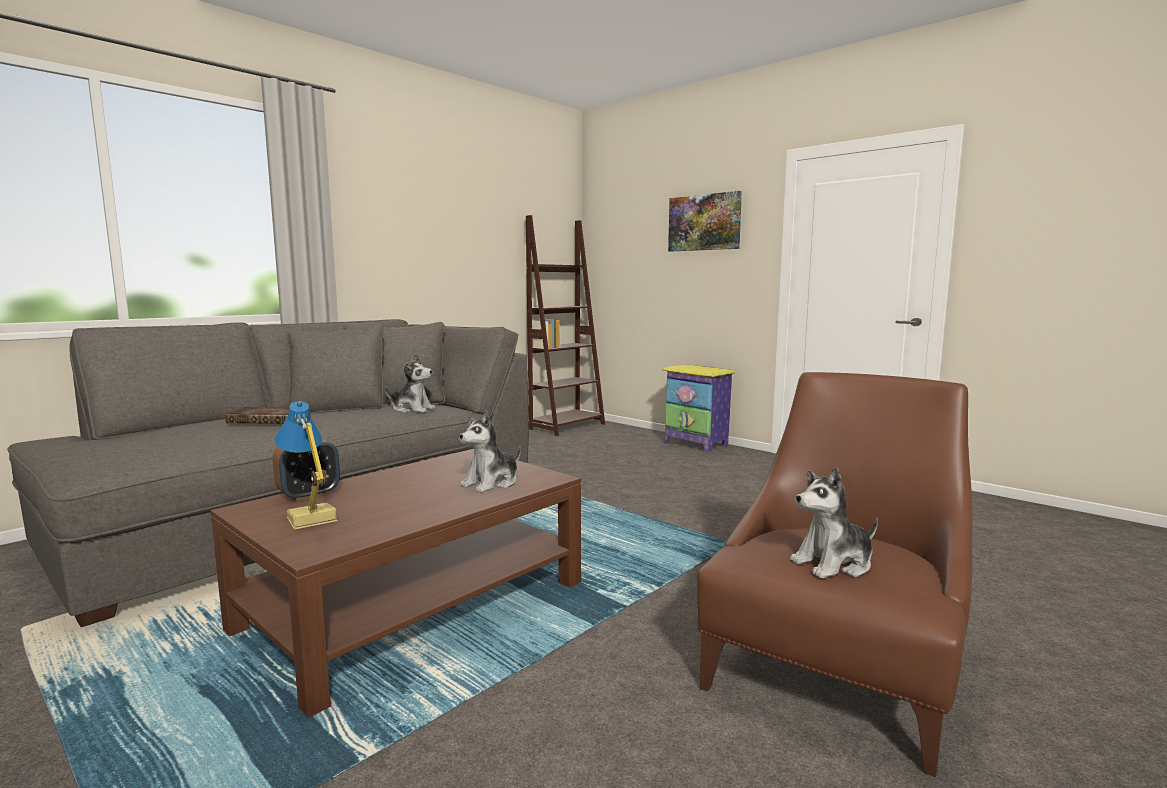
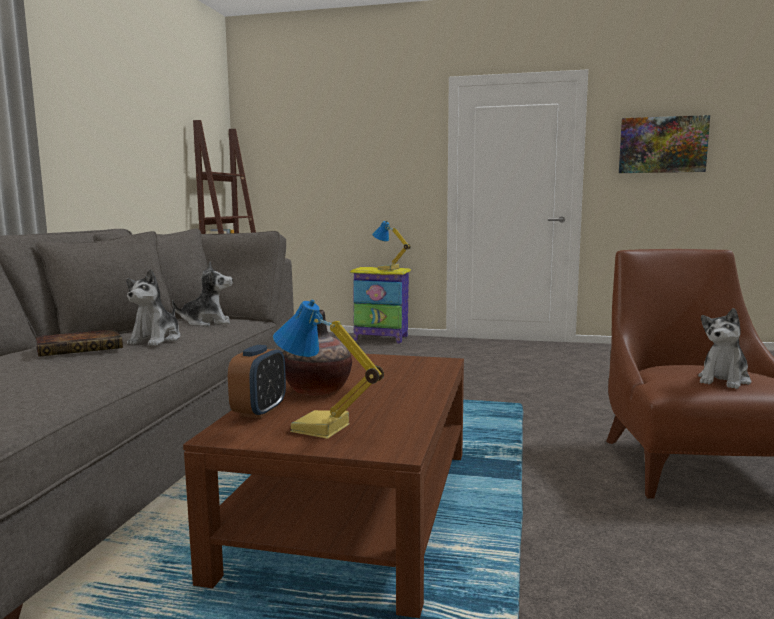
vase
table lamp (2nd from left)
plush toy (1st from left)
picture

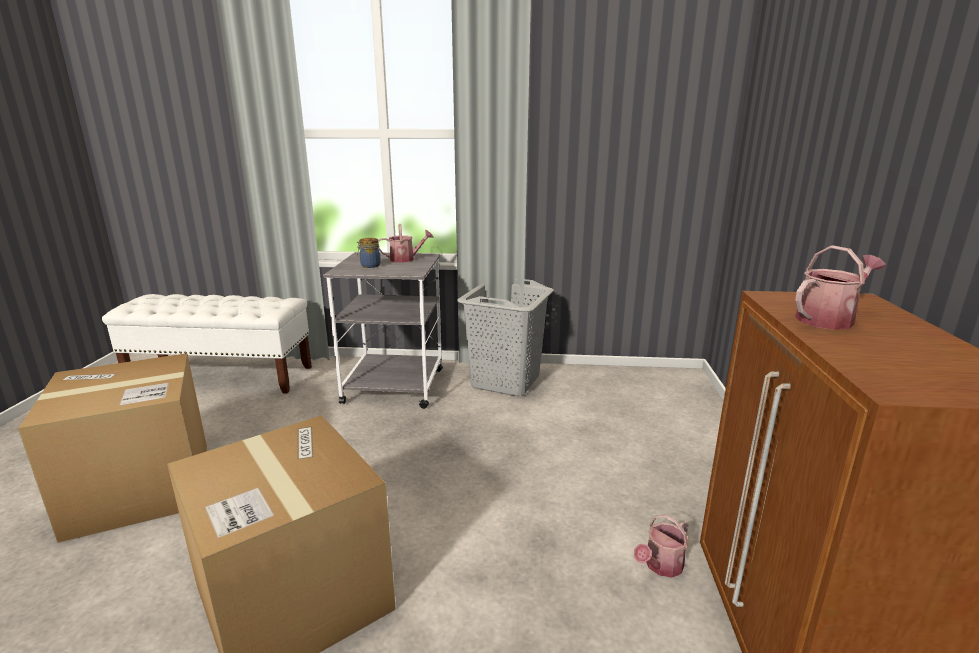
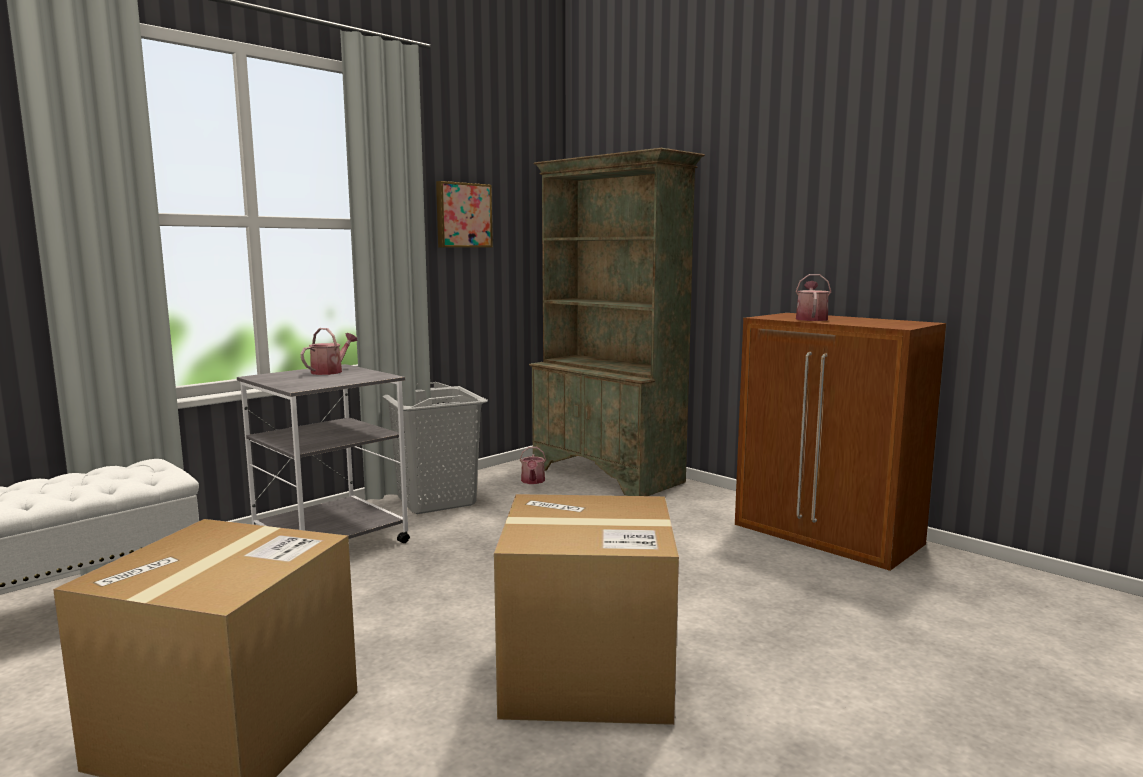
jar
picture
green bookcase
watering can (2nd from left)

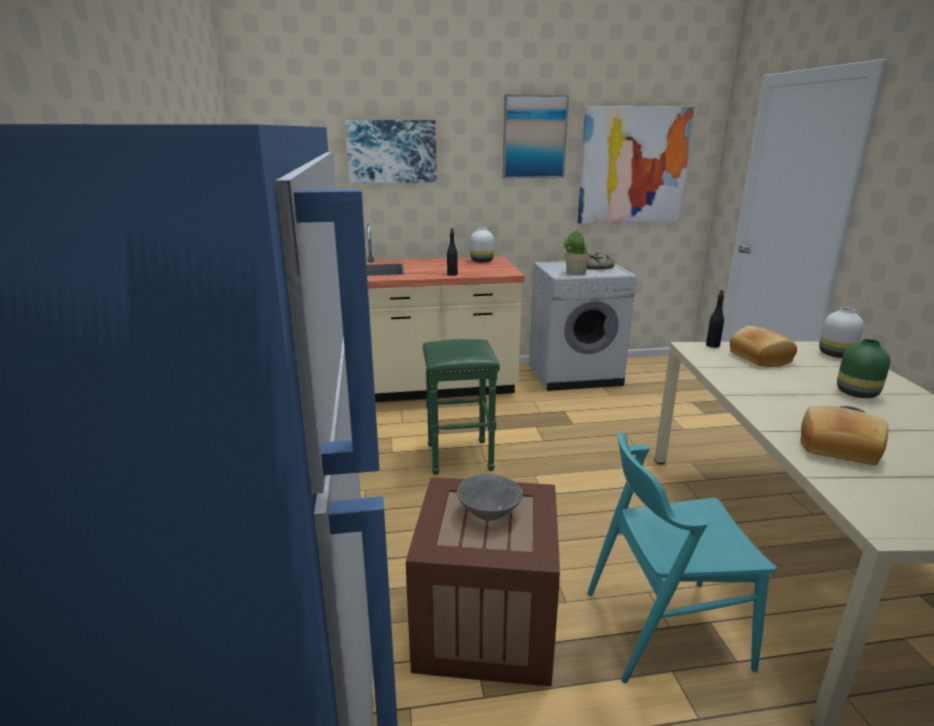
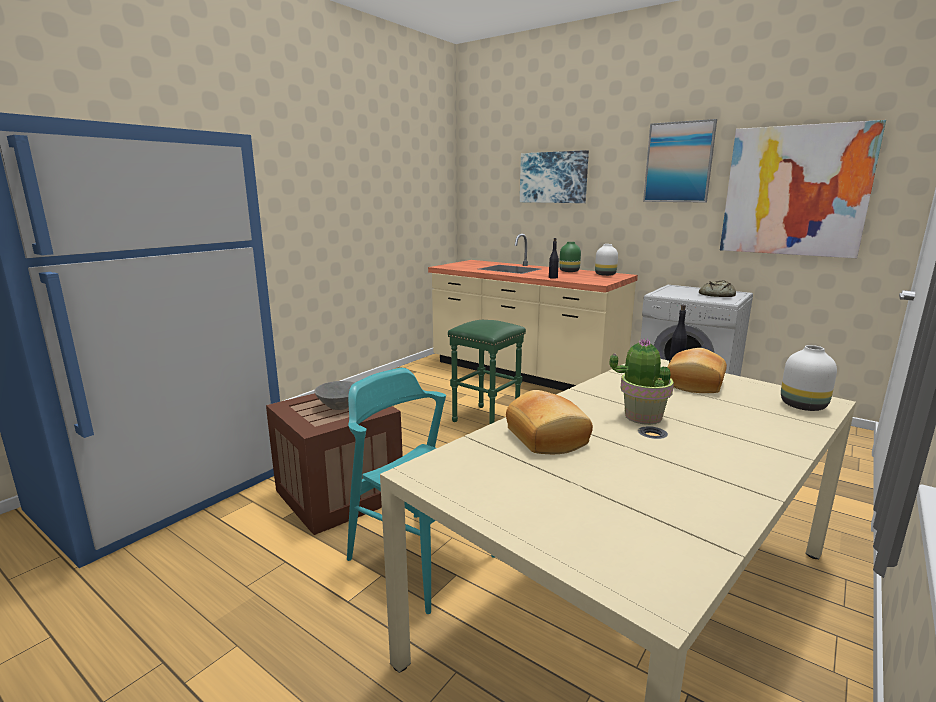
potted plant
green vase

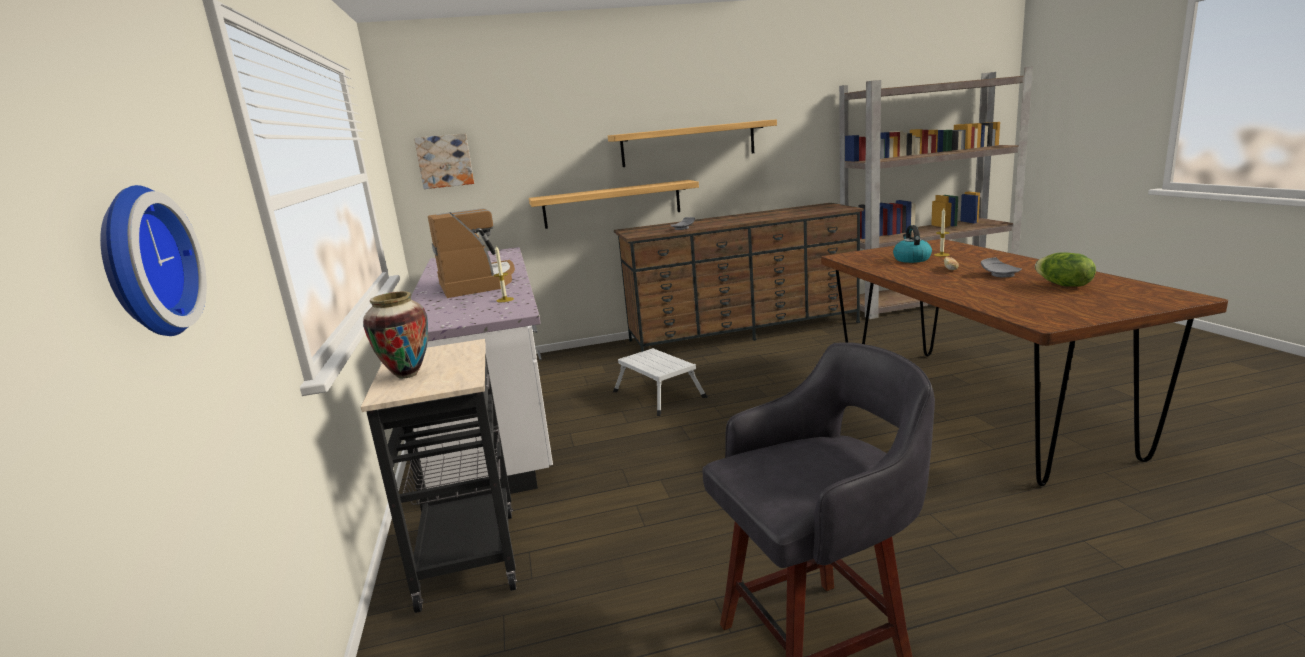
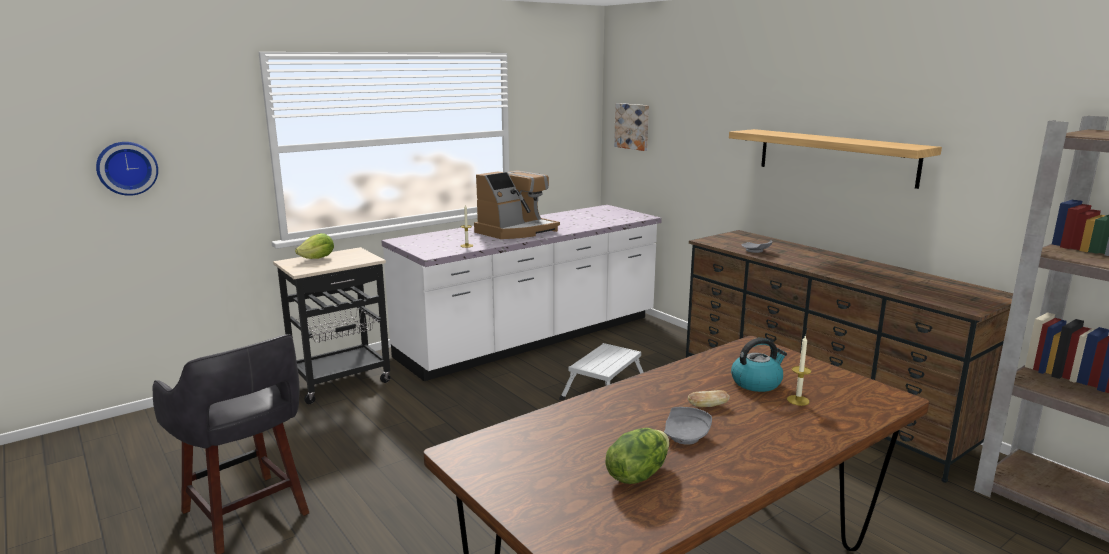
shelf (1st from left in the first image)
lettuce (1st from left)

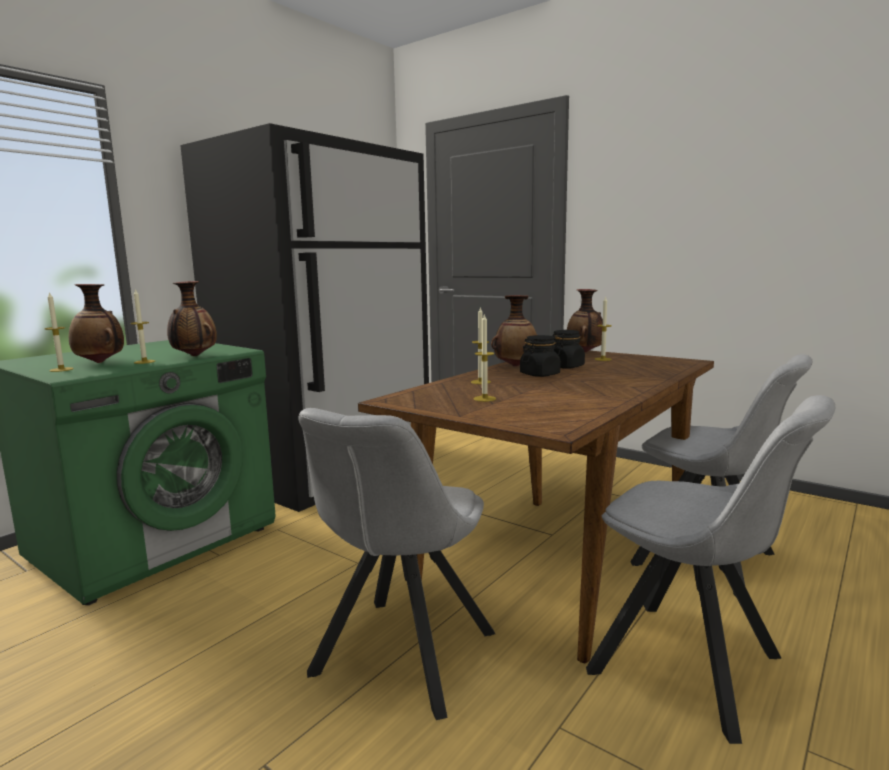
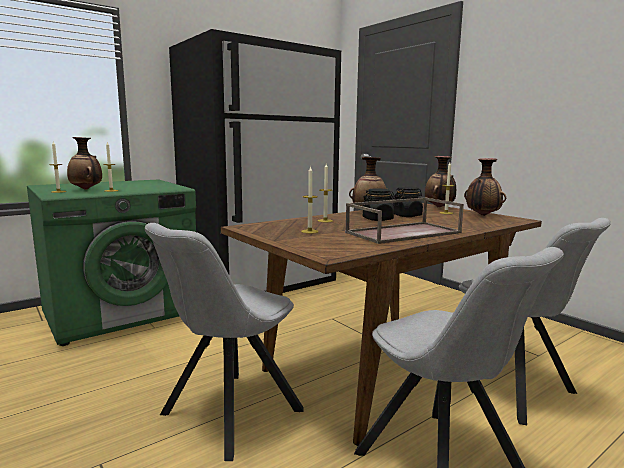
brown tray
vase (4th from left)

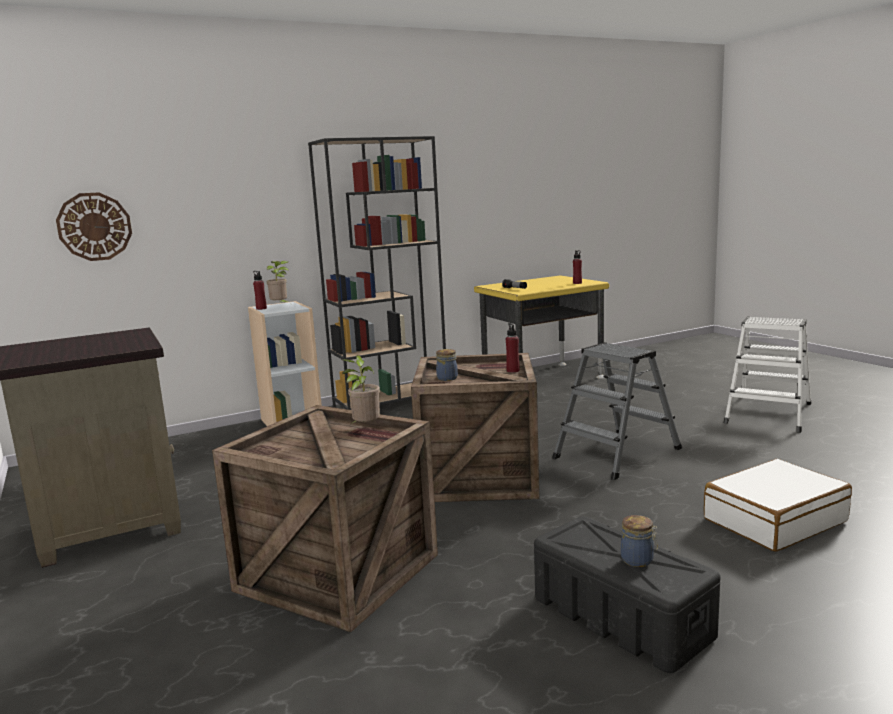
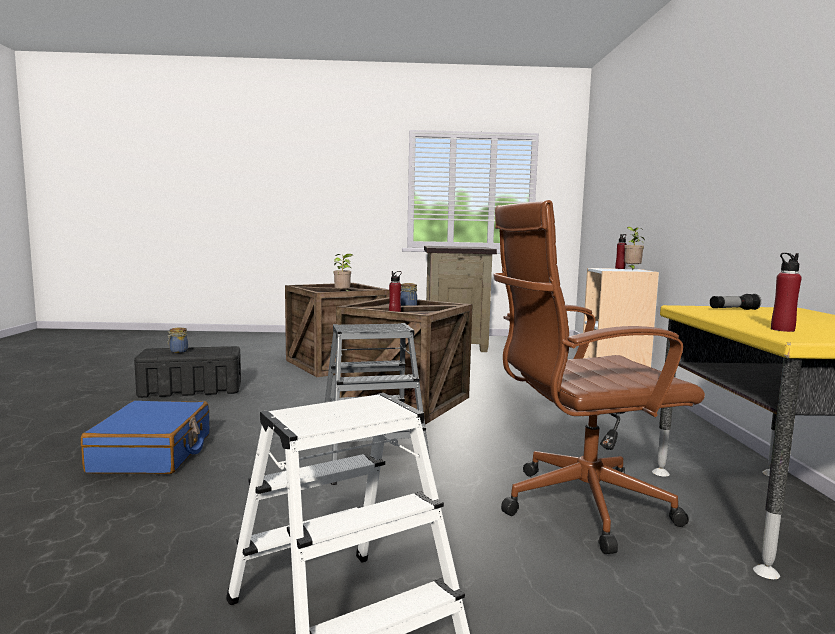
wall clock
bookcase (2nd from left in the first image)
brown office chair
blue suitcase

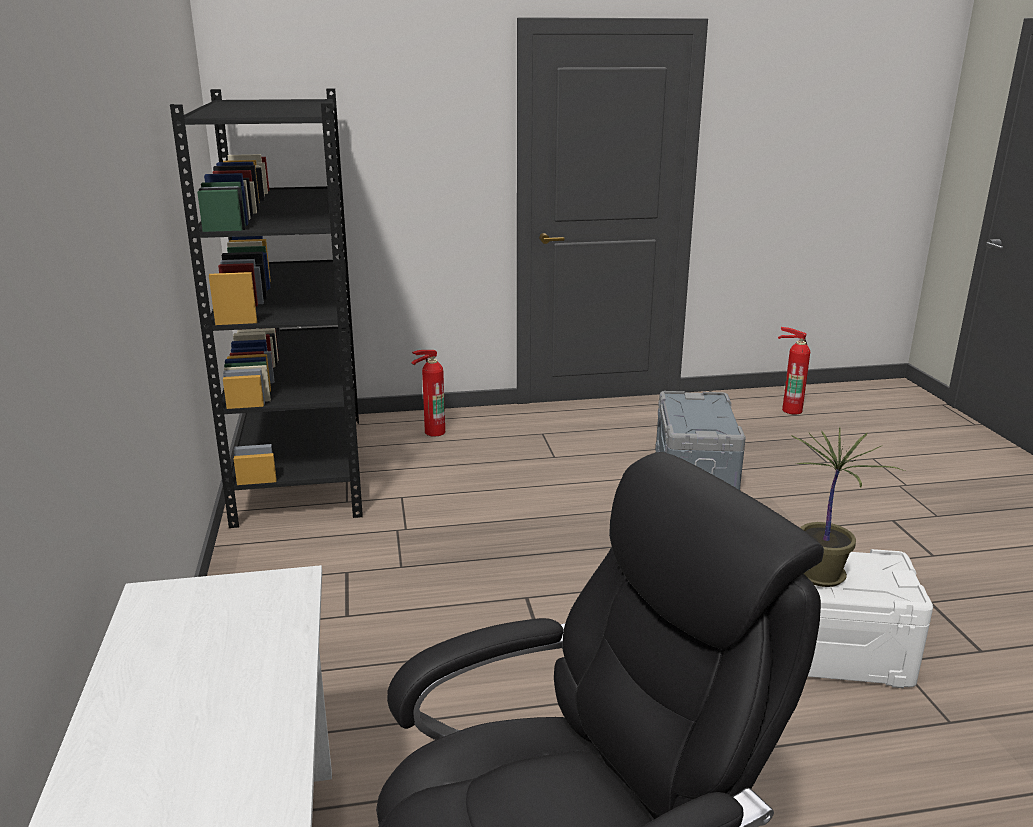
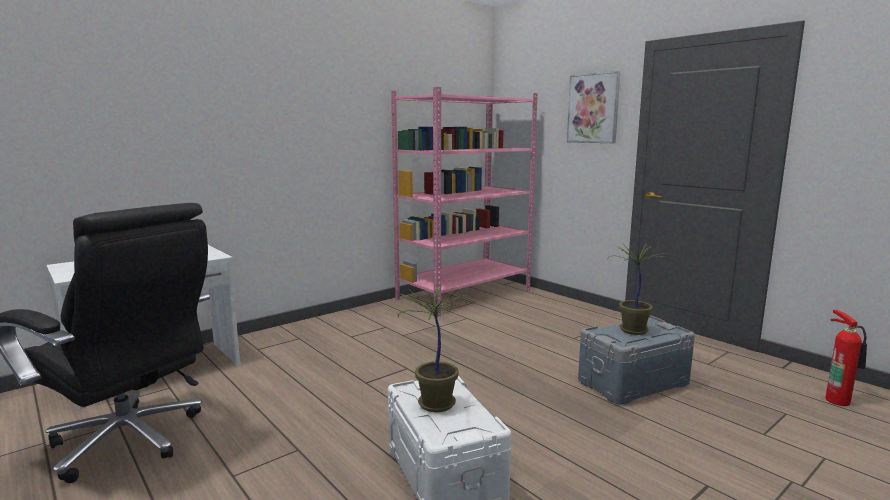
fire extinguisher (1st from left in the first image)
picture
potted plant (2nd from left)
pink bookcase

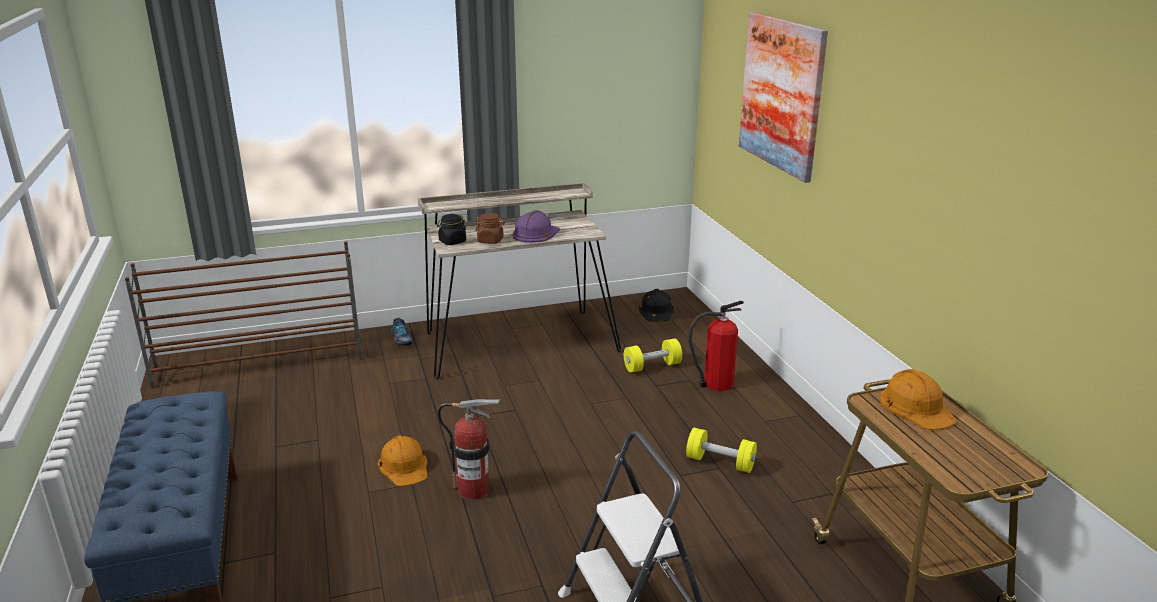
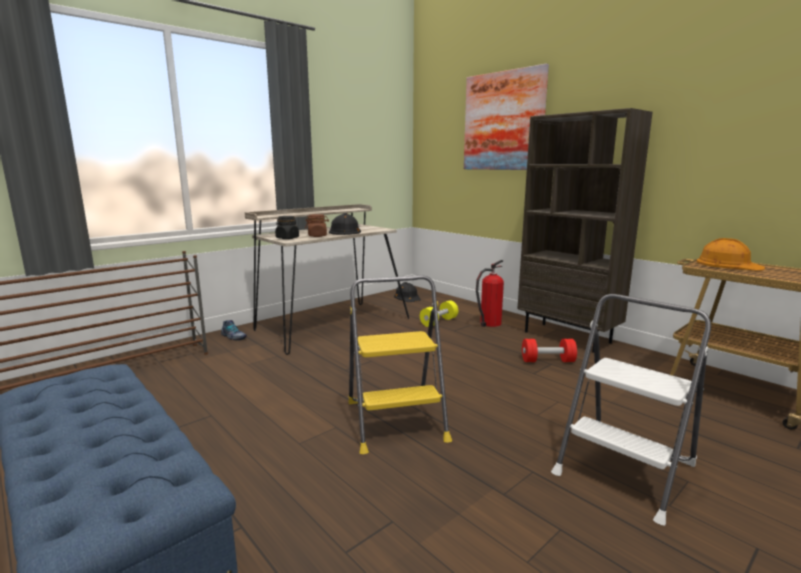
orange hard hat (1st from left in the first image)
brown bookcase
yellow step ladder
black hard hat (1st from left)
red dumbbell

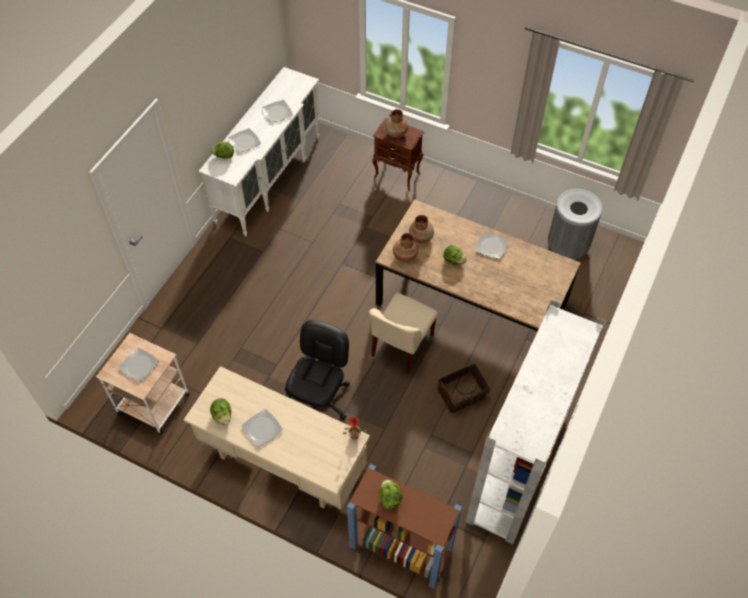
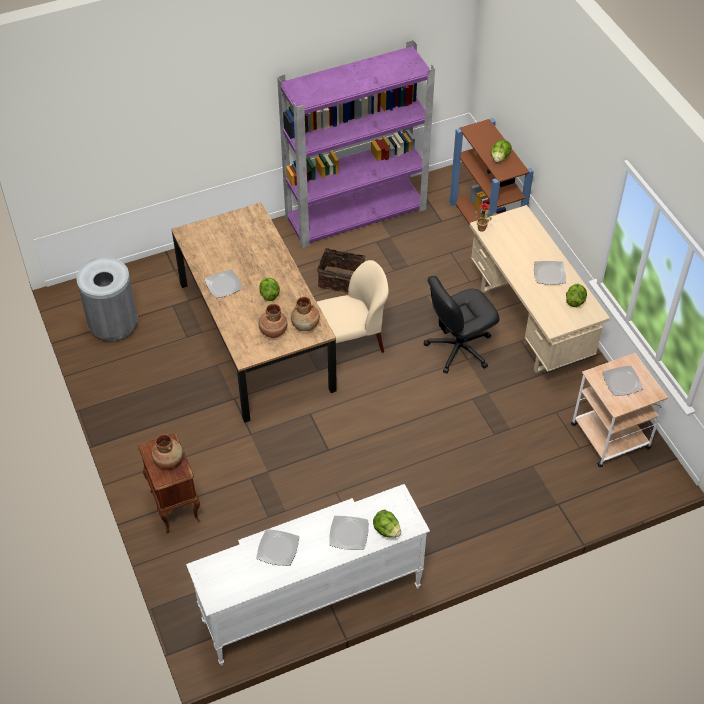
purple bookcase

